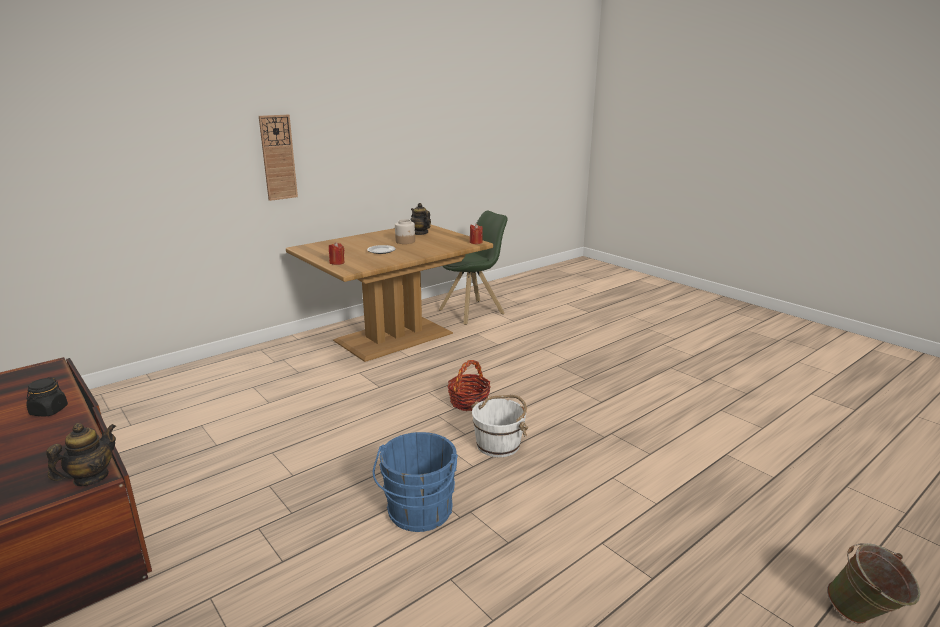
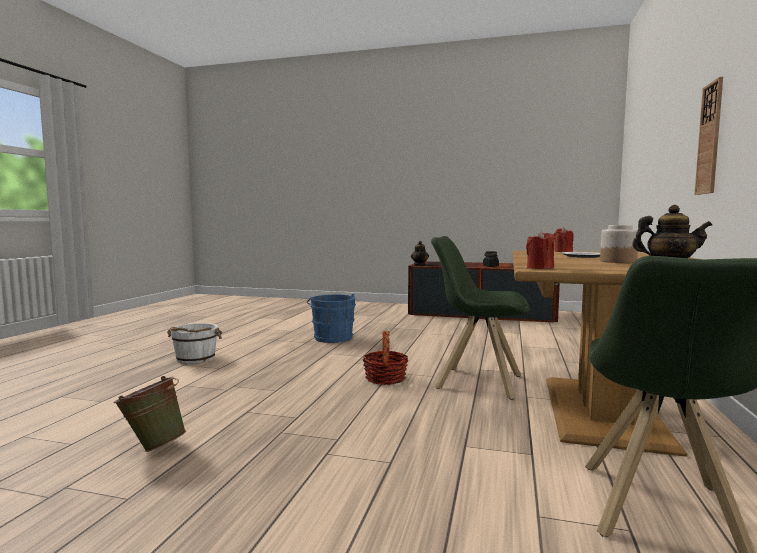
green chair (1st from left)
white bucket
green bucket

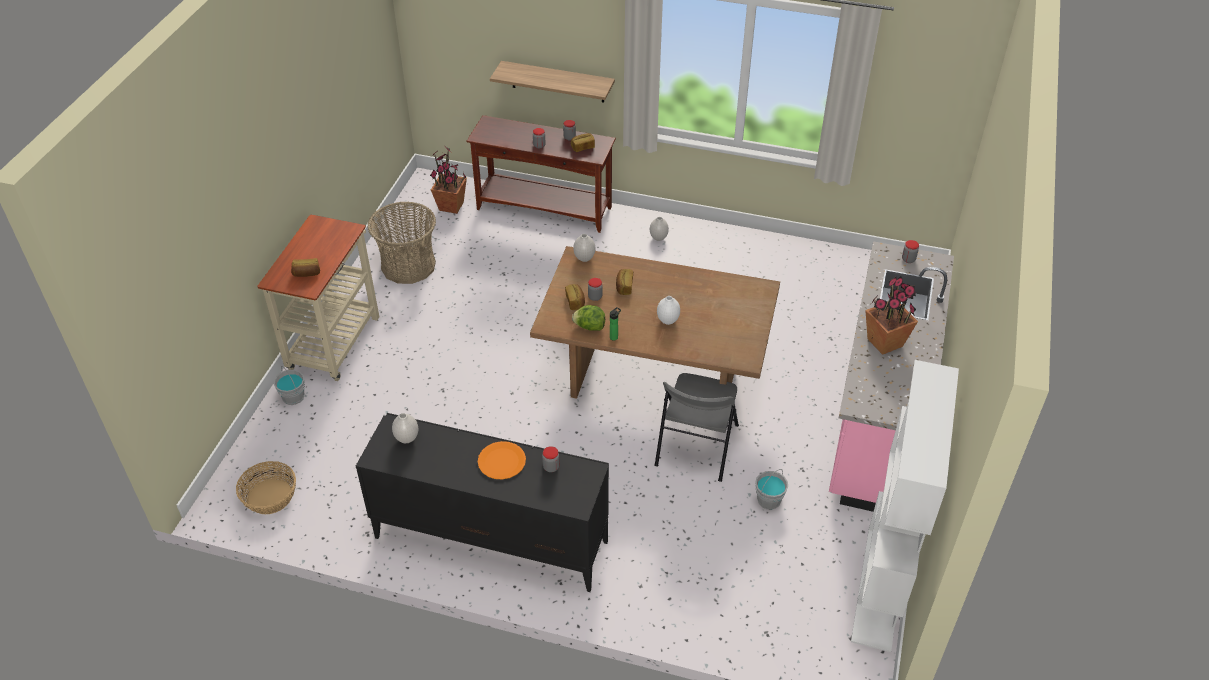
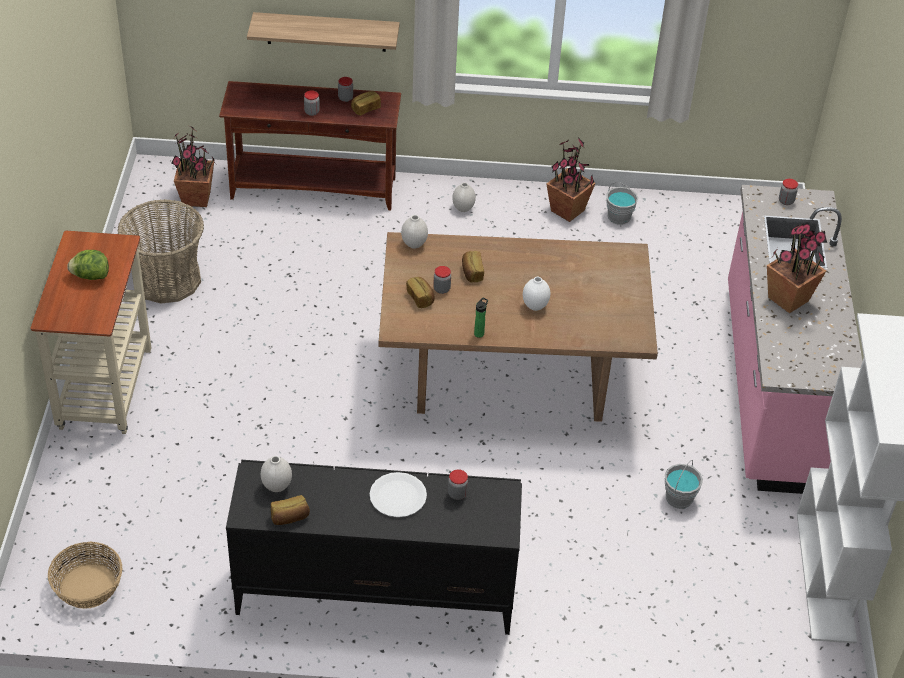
grey chair
potted plant (2nd from left)
grey bucket (1st from left)
bread (1st from left)
lettuce
white plate

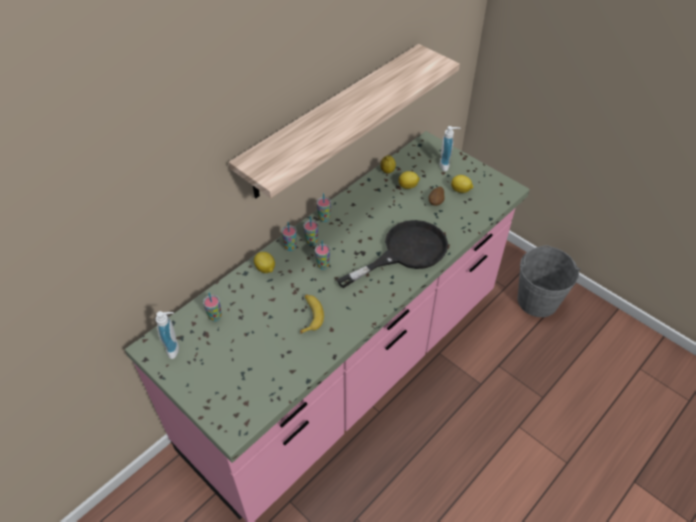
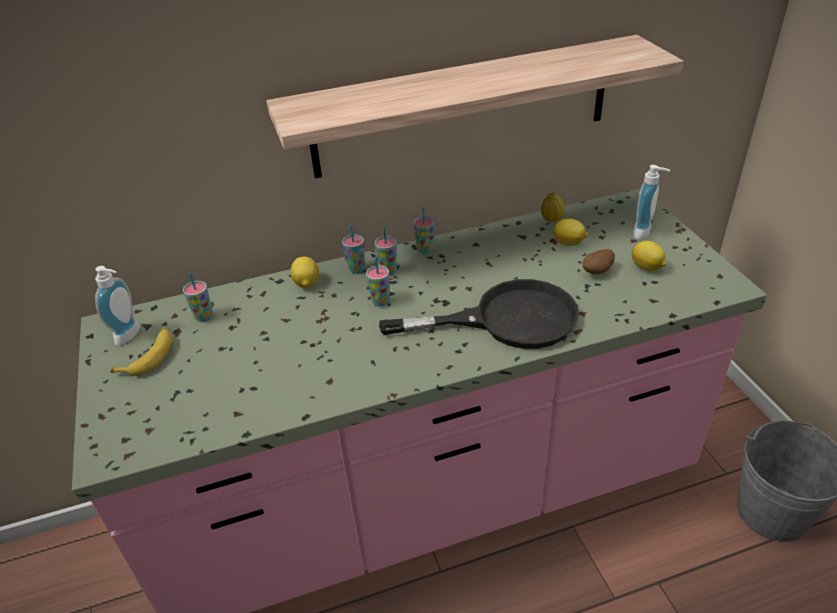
banana

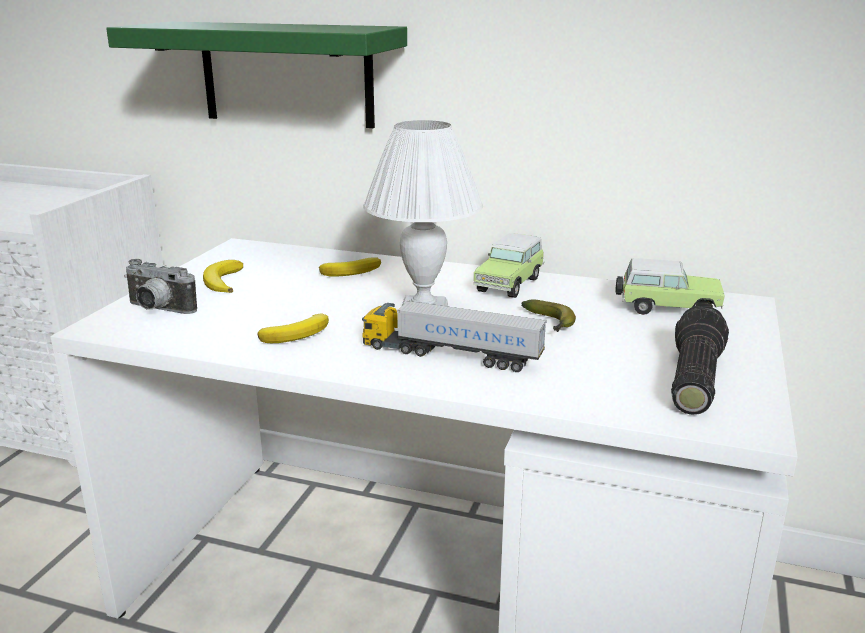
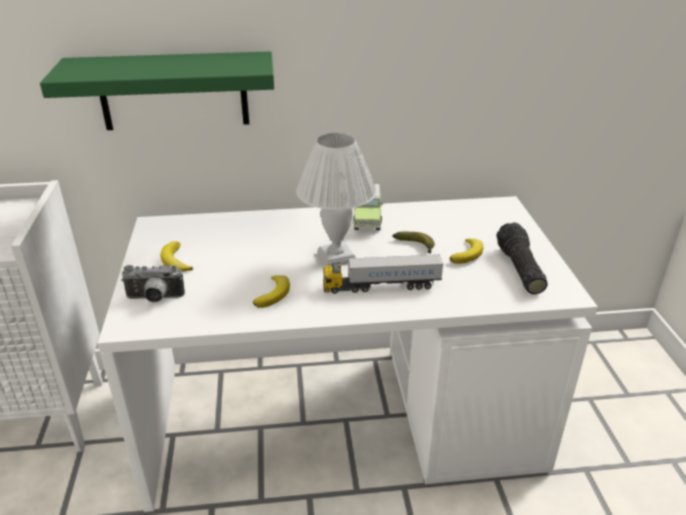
toy car (2nd from left in the first image)
banana (4th from left)

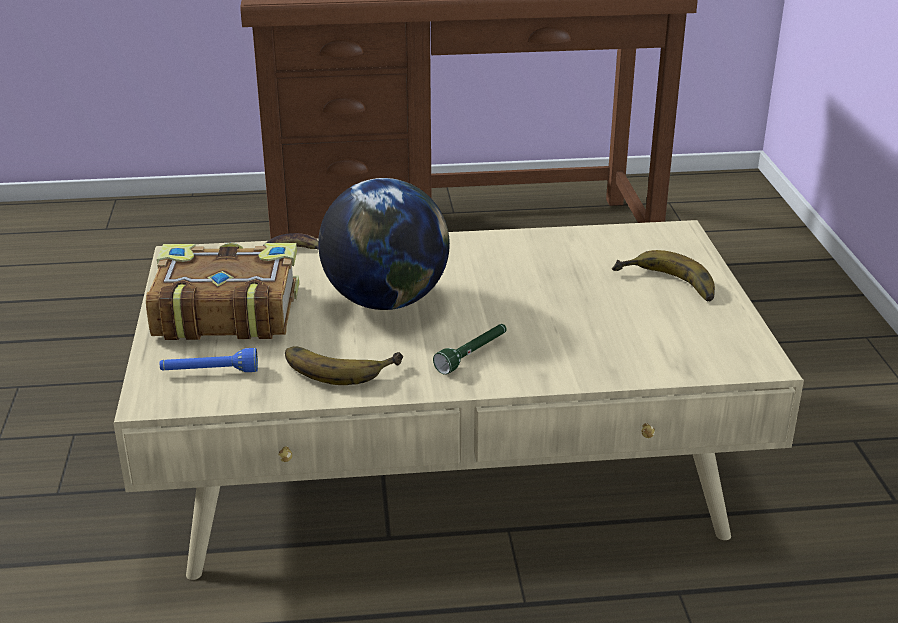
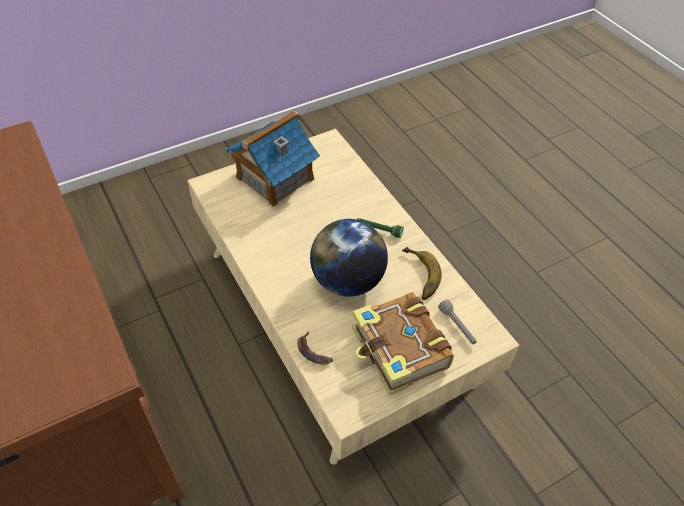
toy house
grey flashlight

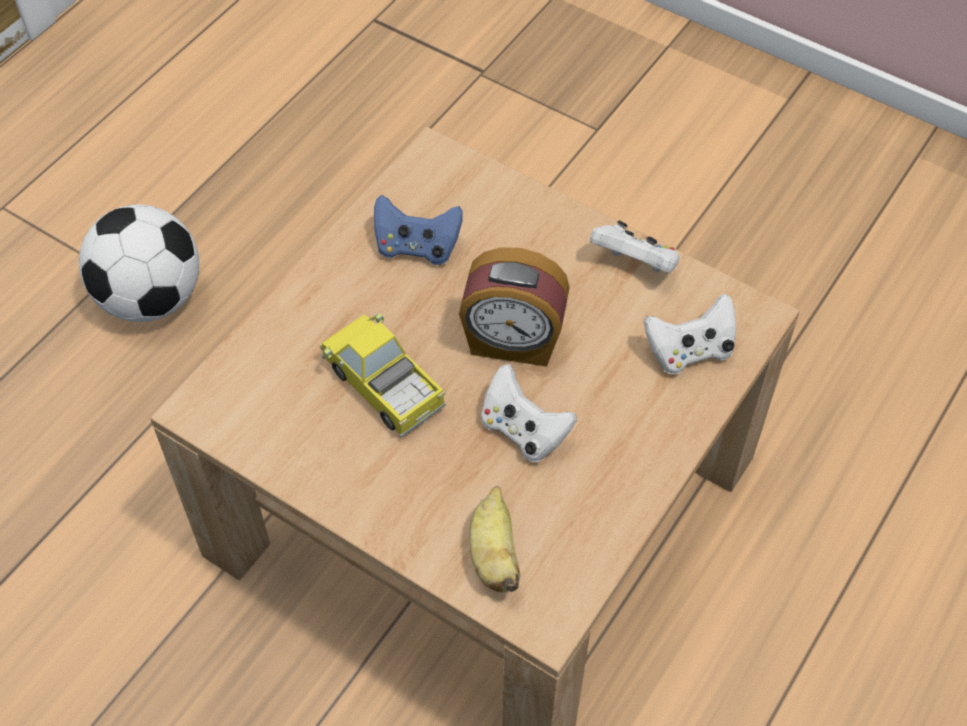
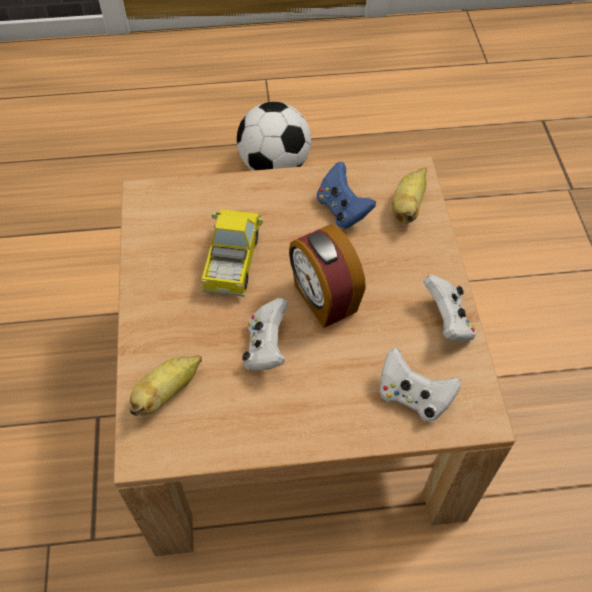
banana (2nd from left)

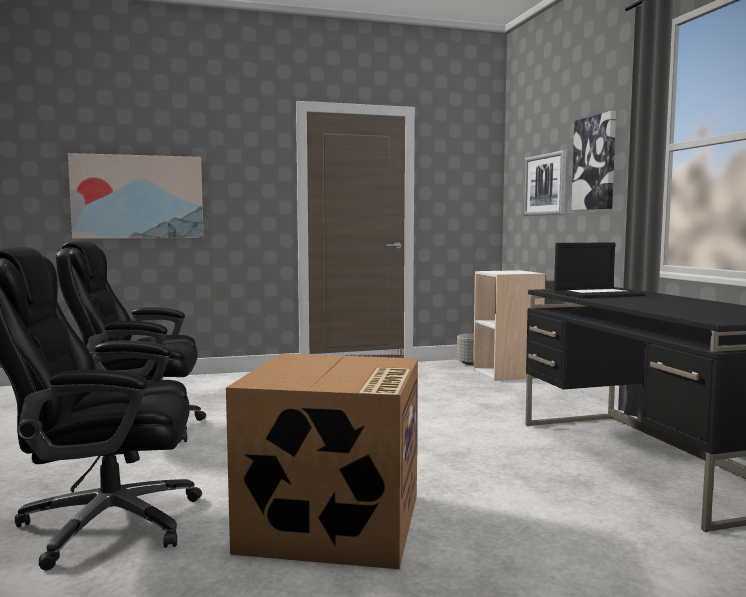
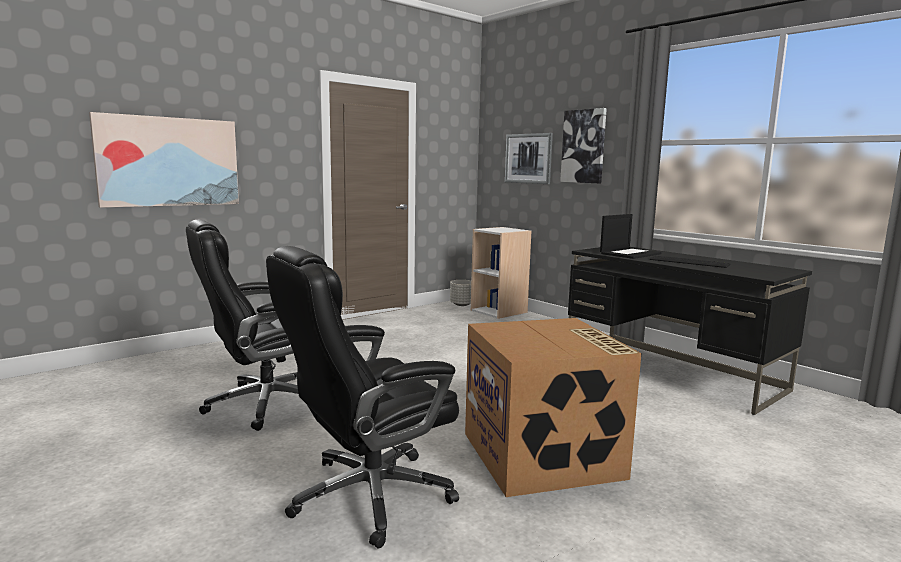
keyboard

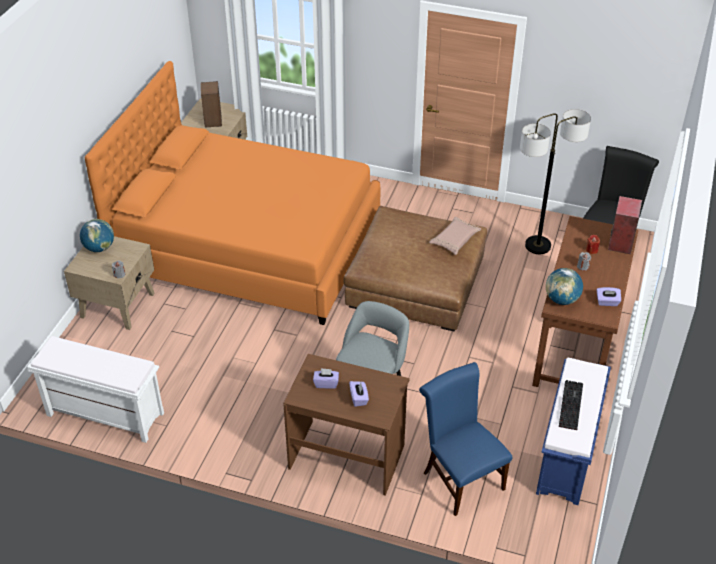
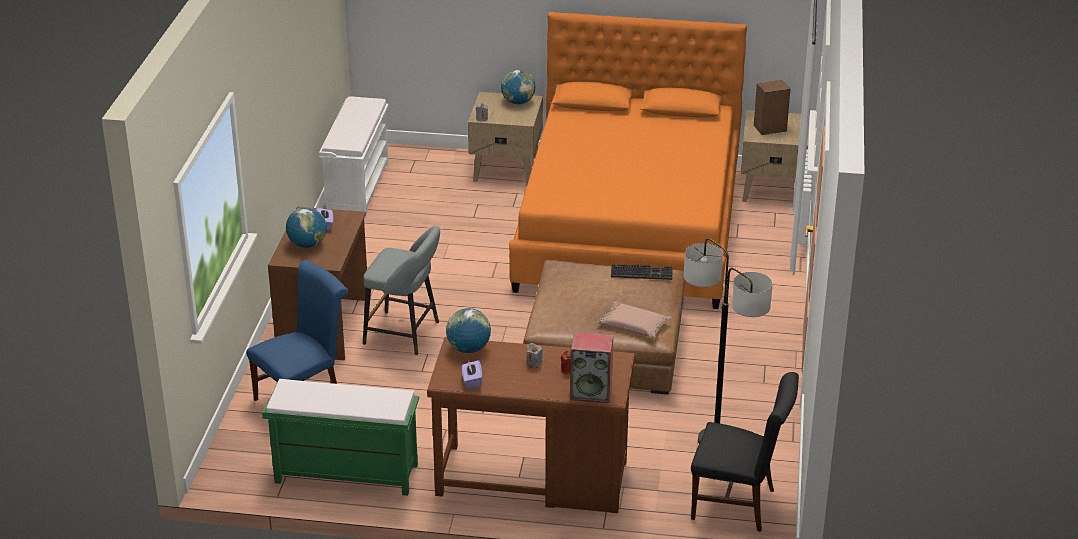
keyboard
globe (1st from left)
green bench

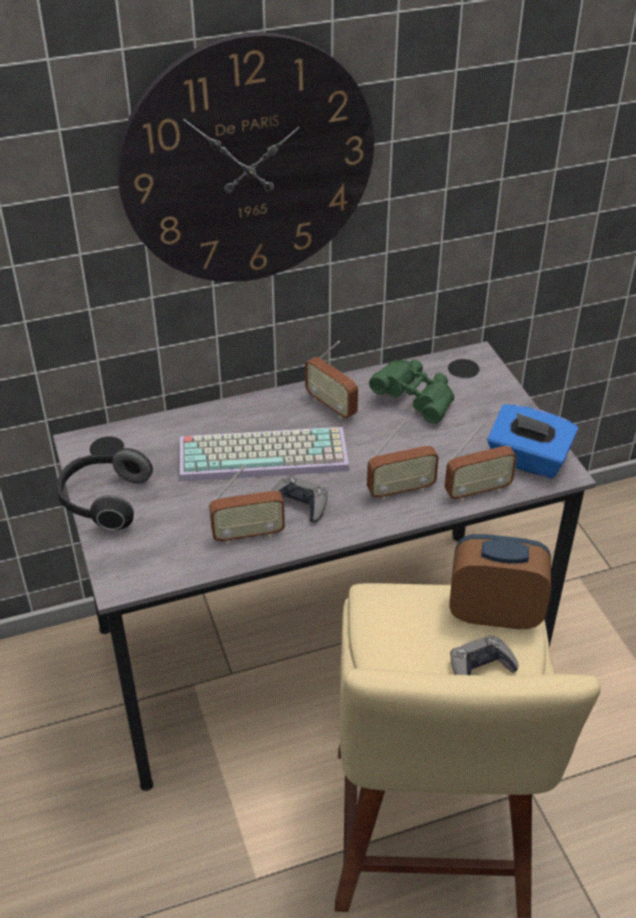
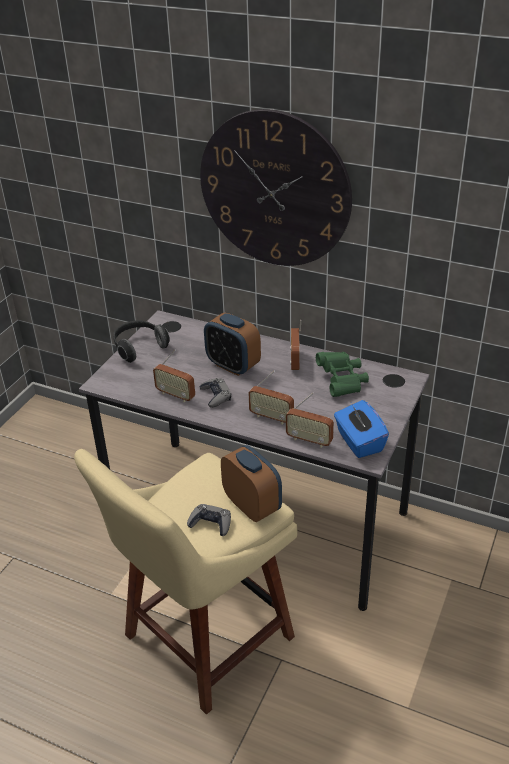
alarm clock (1st from left)

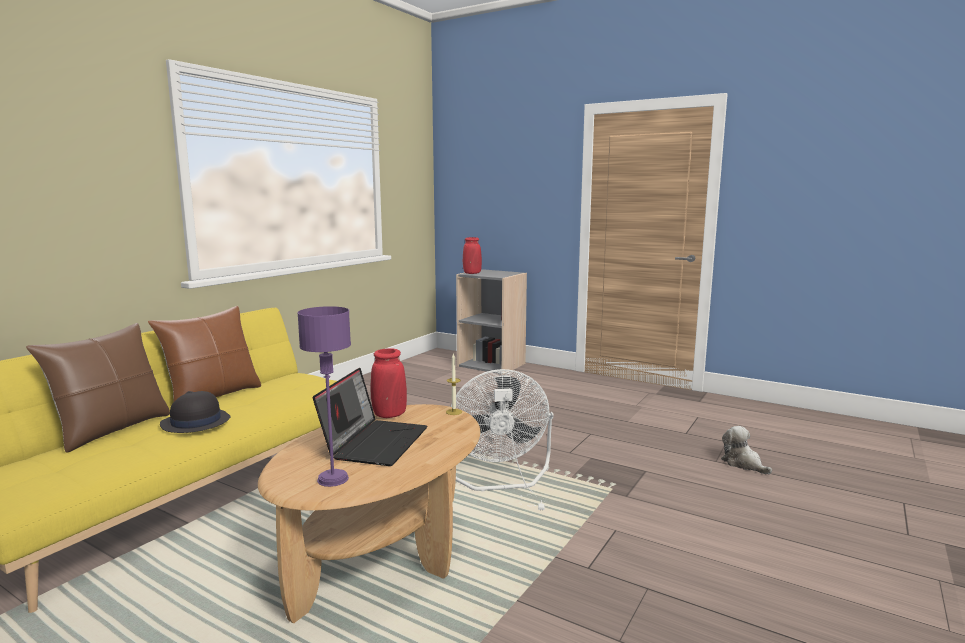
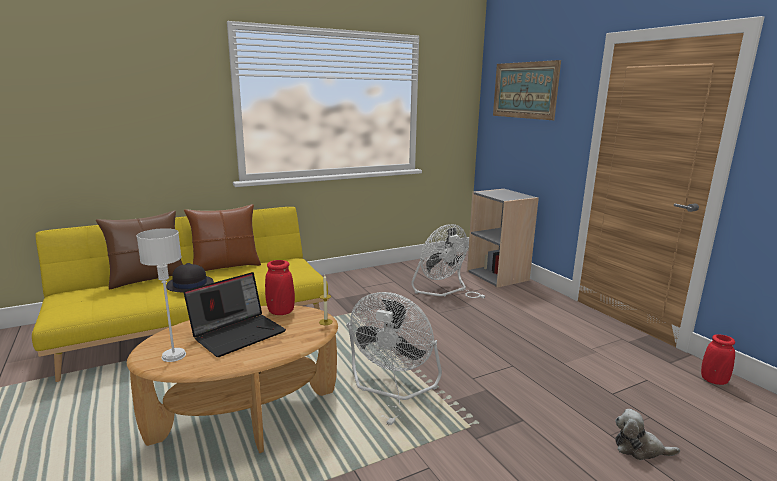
white fan (2nd from left)
picture
red vase (2nd from left)
white table lamp
plush toy

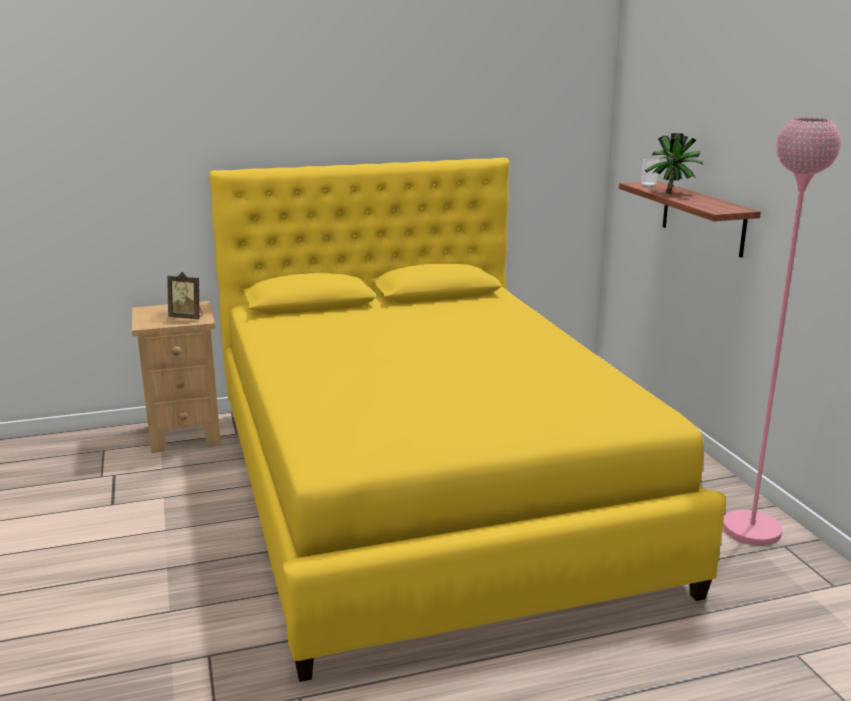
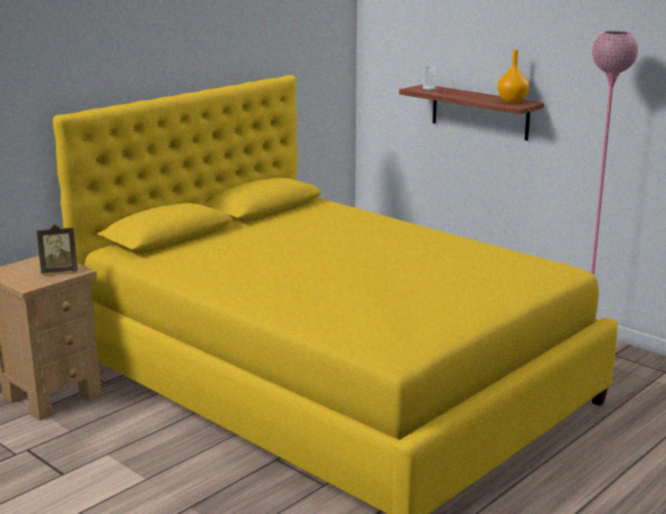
potted plant
orange vase

